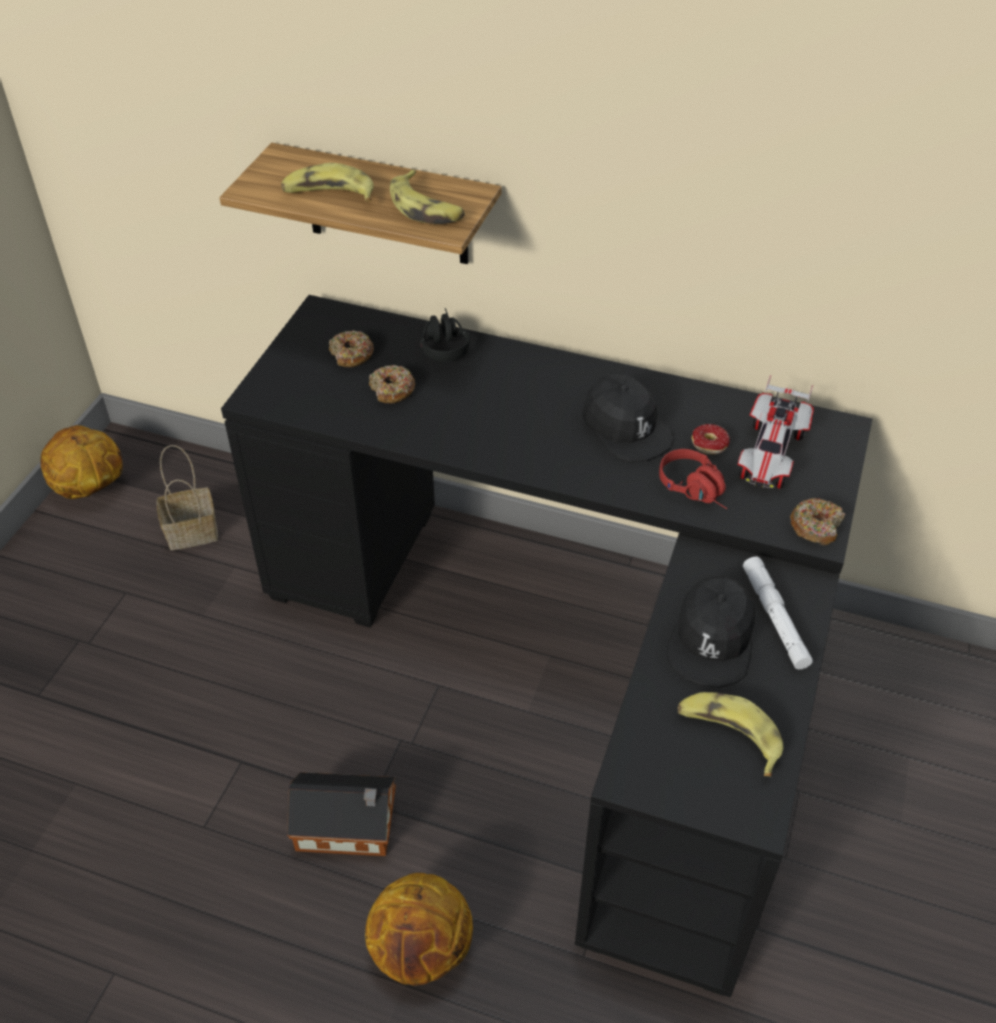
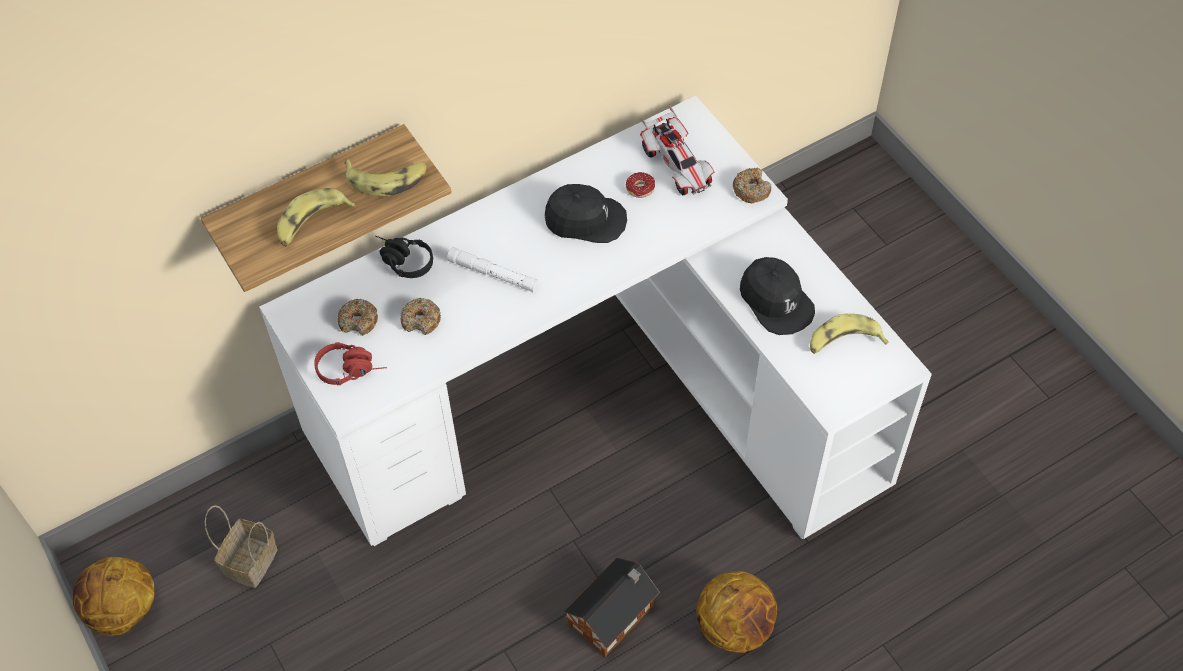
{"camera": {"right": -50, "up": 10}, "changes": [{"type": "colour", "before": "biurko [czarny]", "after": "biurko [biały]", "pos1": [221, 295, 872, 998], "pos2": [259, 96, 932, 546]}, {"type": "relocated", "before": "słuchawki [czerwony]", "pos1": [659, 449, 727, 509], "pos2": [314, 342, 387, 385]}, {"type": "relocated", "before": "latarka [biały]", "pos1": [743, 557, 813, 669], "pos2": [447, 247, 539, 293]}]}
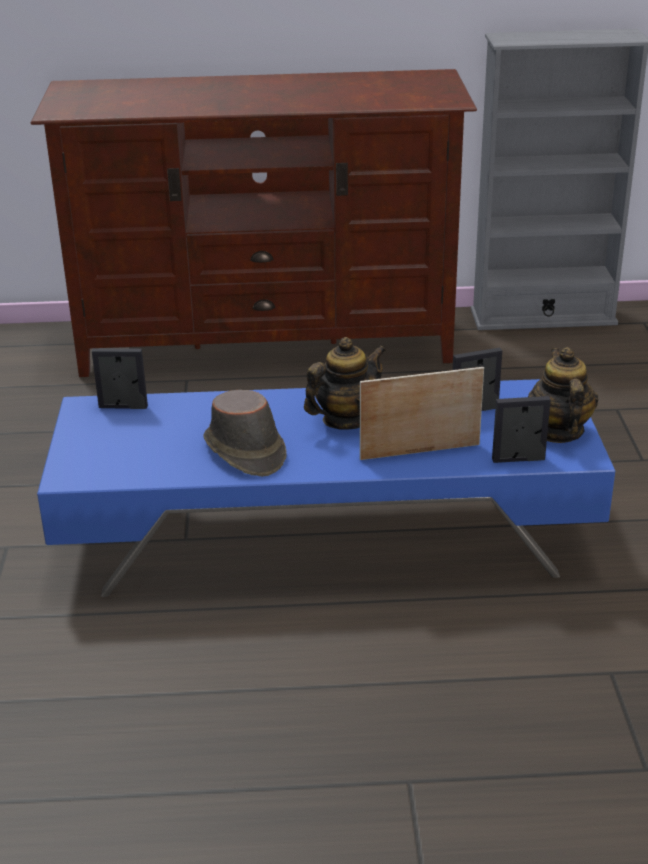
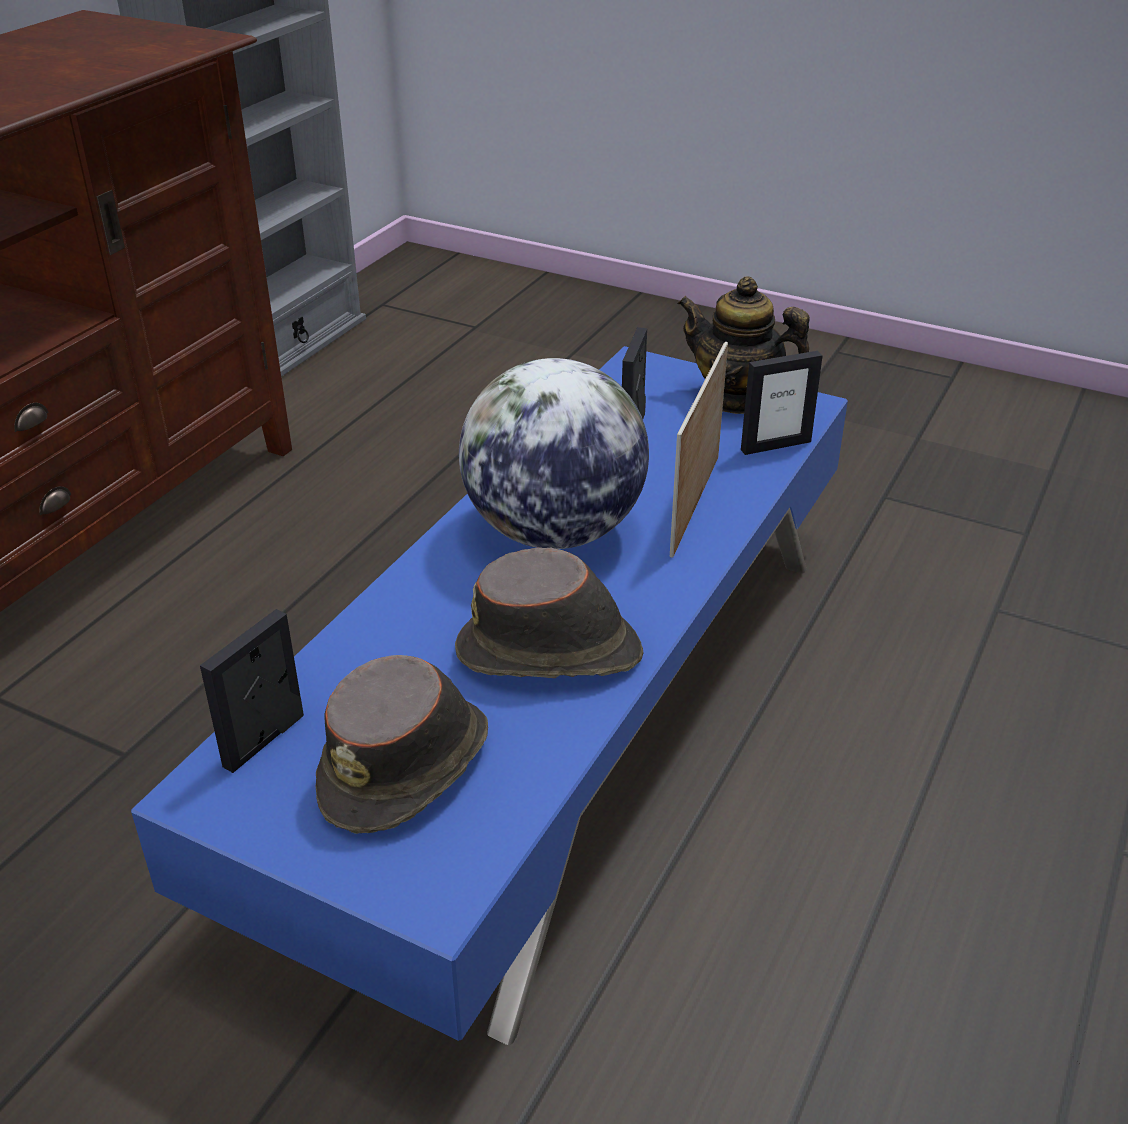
{"camera": {"right": -60, "up": 5}, "changes": [{"type": "exchanged", "before": "imbryk", "after": "globus", "pos1": [304, 337, 386, 430], "pos2": [459, 358, 649, 549]}, {"type": "spun", "before": "ramka na zdjęcie", "pos1": [492, 396, 551, 463], "pos2": [741, 351, 823, 455], "turn": -135}, {"type": "appeared", "after": "kapelusz [brązowy]", "pos2": [316, 655, 488, 834]}]}
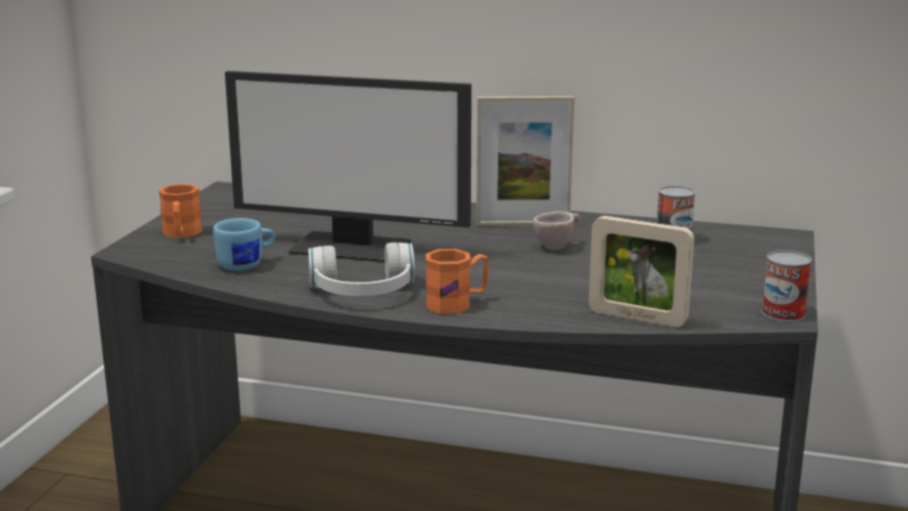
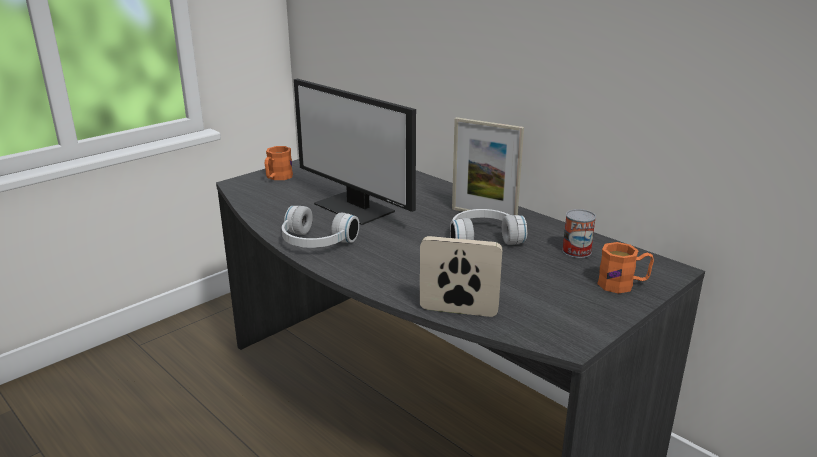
{"camera": {"right": 30, "up": 5}, "changes": [{"type": "missing", "before": "kubek [niebieski]", "pos1": [213, 218, 275, 271]}, {"type": "relocated", "before": "kubek [pomarańczowy]", "pos1": [426, 249, 489, 314], "pos2": [597, 242, 654, 294]}, {"type": "exchanged", "before": "filiżanka [beżowy]", "after": "słuchawki [biały]", "pos1": [533, 212, 580, 250], "pos2": [450, 209, 527, 245]}, {"type": "spun", "before": "ramka na zdjęcie", "pos1": [589, 216, 694, 327], "pos2": [420, 236, 502, 317], "turn": 135}, {"type": "missing", "before": "puszka", "pos1": [761, 250, 812, 322]}]}
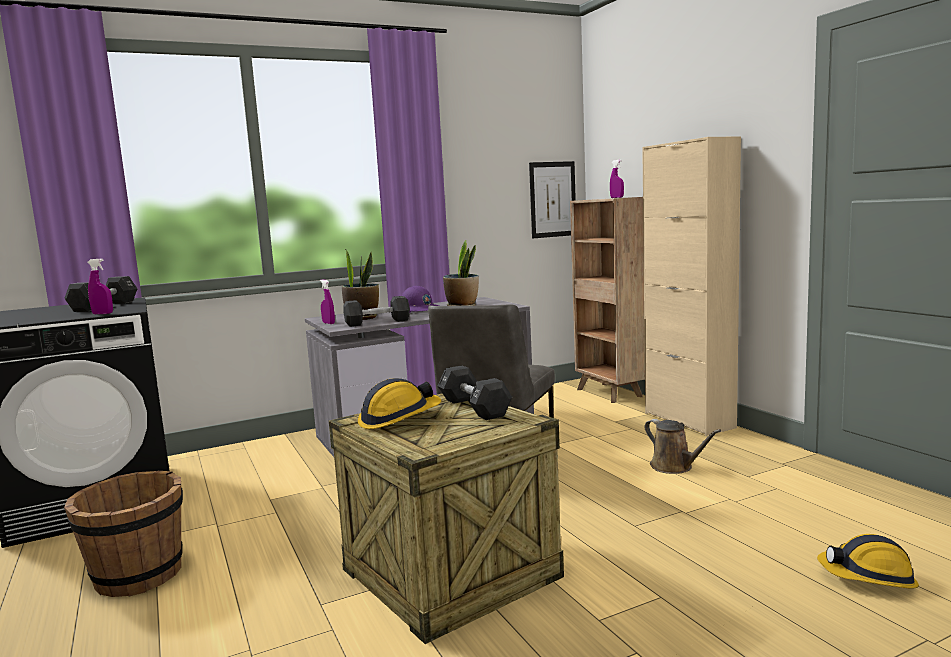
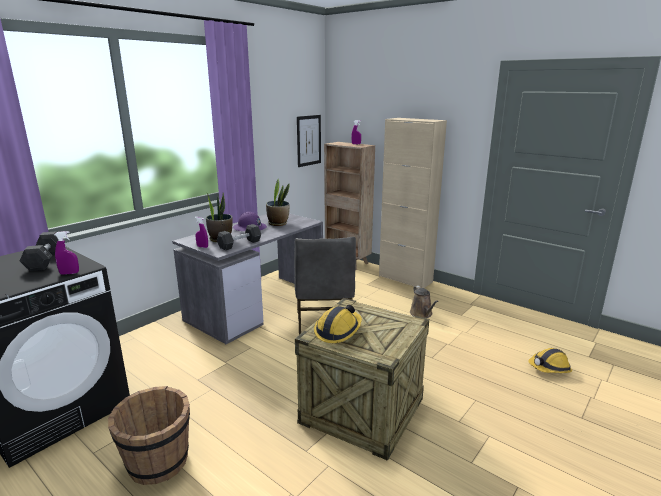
{"camera": {"right": -25, "up": 10}, "changes": [{"type": "missing", "before": "hantel [czarny]", "pos1": [438, 365, 512, 420]}, {"type": "spun", "before": "konewka [brązowy]", "pos1": [644, 419, 721, 474], "pos2": [410, 286, 439, 318], "turn": 45}]}
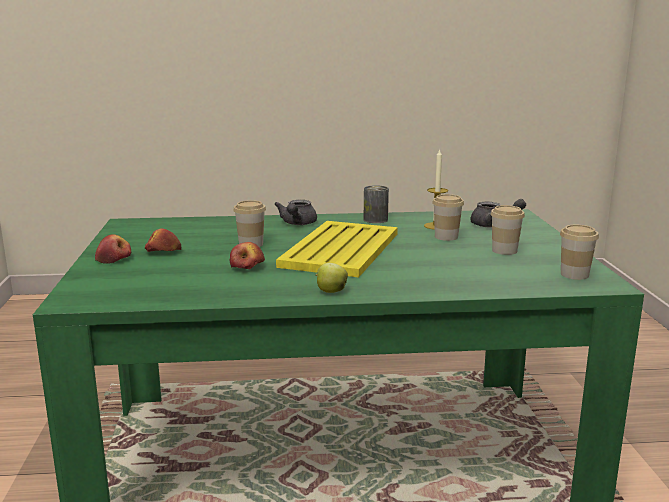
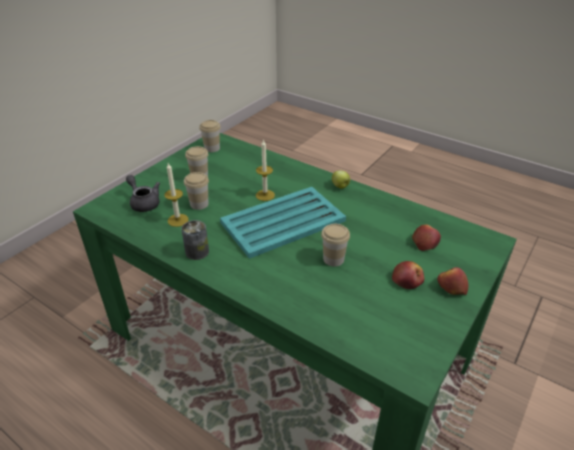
{"camera": {"right": -140, "up": 20}, "changes": [{"type": "relocated", "before": "jabłko", "pos1": [230, 242, 265, 269], "pos2": [412, 225, 441, 251]}, {"type": "missing", "before": "imbryk [szary]", "pos1": [274, 200, 317, 225]}, {"type": "colour", "before": "taca [żółty]", "after": "taca [turkusowy]", "pos1": [276, 221, 398, 277], "pos2": [220, 187, 346, 259]}, {"type": "appeared", "after": "świeca", "pos2": [256, 139, 275, 201]}]}
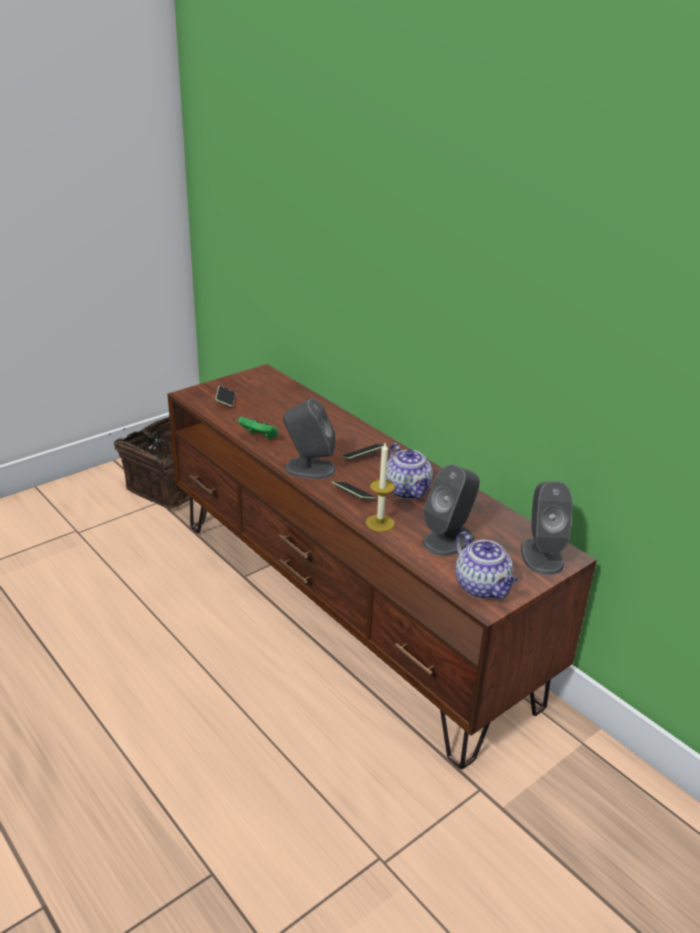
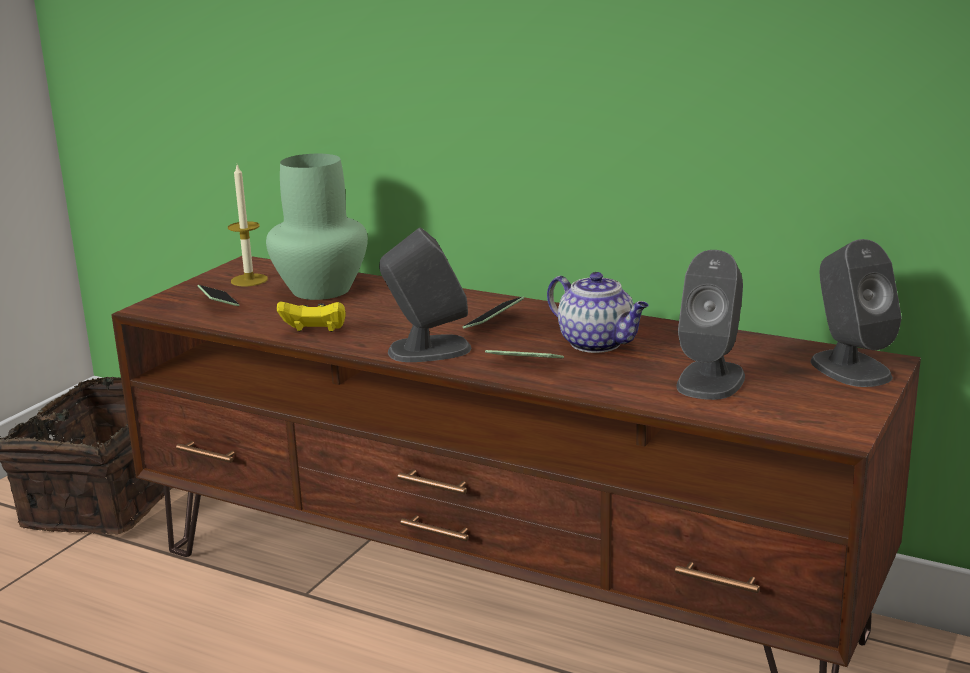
{"camera": {"right": -20, "up": -10}, "changes": [{"type": "colour", "before": "pad do gier [zielony]", "after": "pad do gier [żółty]", "pos1": [238, 416, 278, 440], "pos2": [277, 301, 346, 332]}, {"type": "relocated", "before": "świeca", "pos1": [366, 443, 395, 532], "pos2": [228, 165, 268, 287]}, {"type": "missing", "before": "imbryk", "pos1": [455, 531, 518, 599]}, {"type": "appeared", "after": "wazon [zielony]", "pos2": [266, 154, 368, 300]}]}
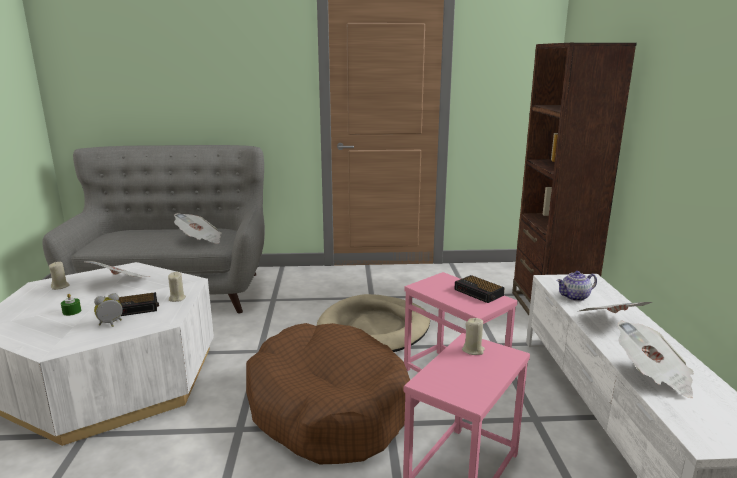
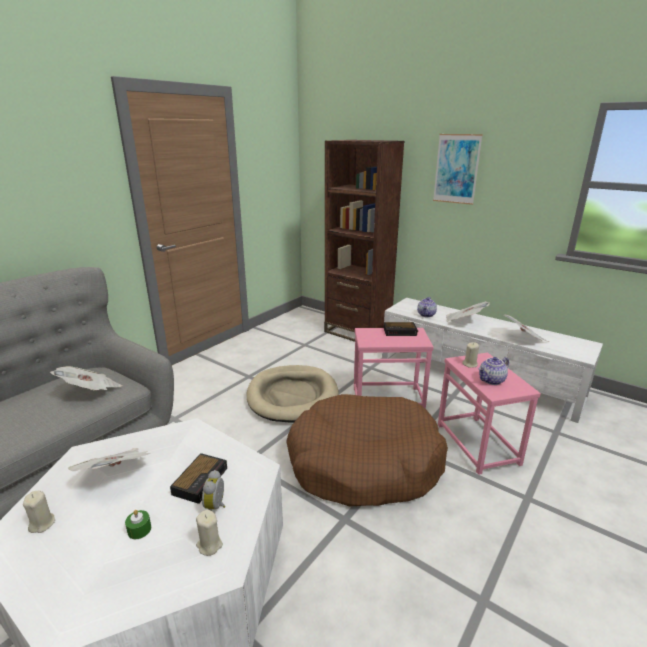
{"camera": {"right": -50, "up": 5}, "changes": [{"type": "relocated", "before": "świeca [beżowy]", "pos1": [168, 272, 186, 302], "pos2": [196, 510, 223, 556]}, {"type": "appeared", "after": "obraz", "pos2": [433, 134, 483, 205]}, {"type": "appeared", "after": "imbryk", "pos2": [479, 357, 509, 385]}]}
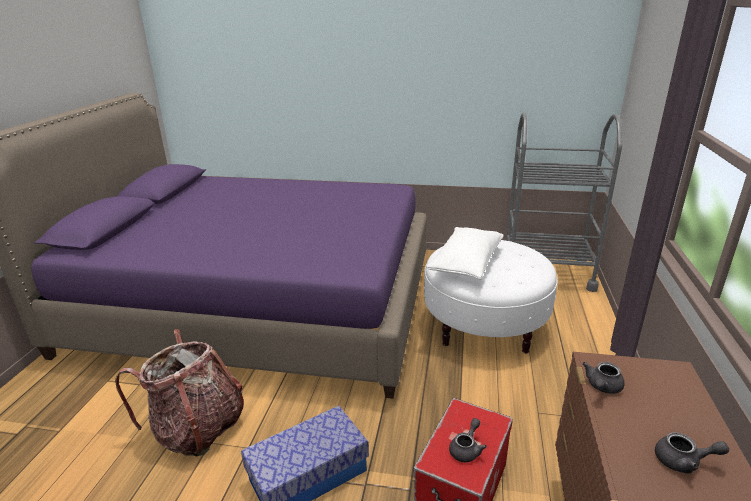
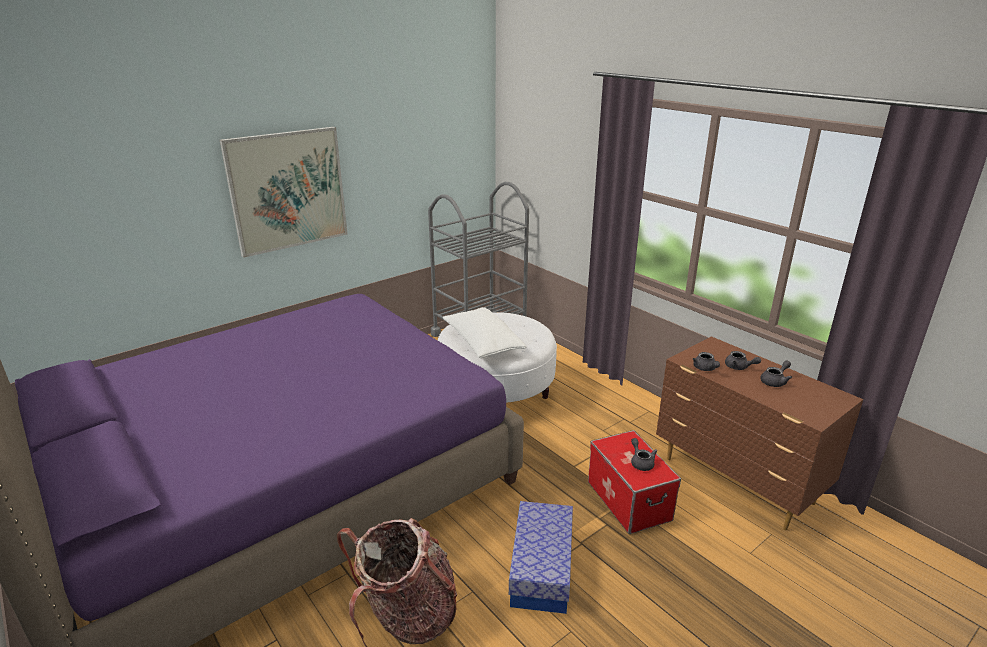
{"camera": {"right": -50, "up": 0}, "changes": [{"type": "appeared", "after": "obraz", "pos2": [220, 127, 348, 258]}, {"type": "appeared", "after": "imbryk [szary]", "pos2": [725, 351, 761, 370]}]}
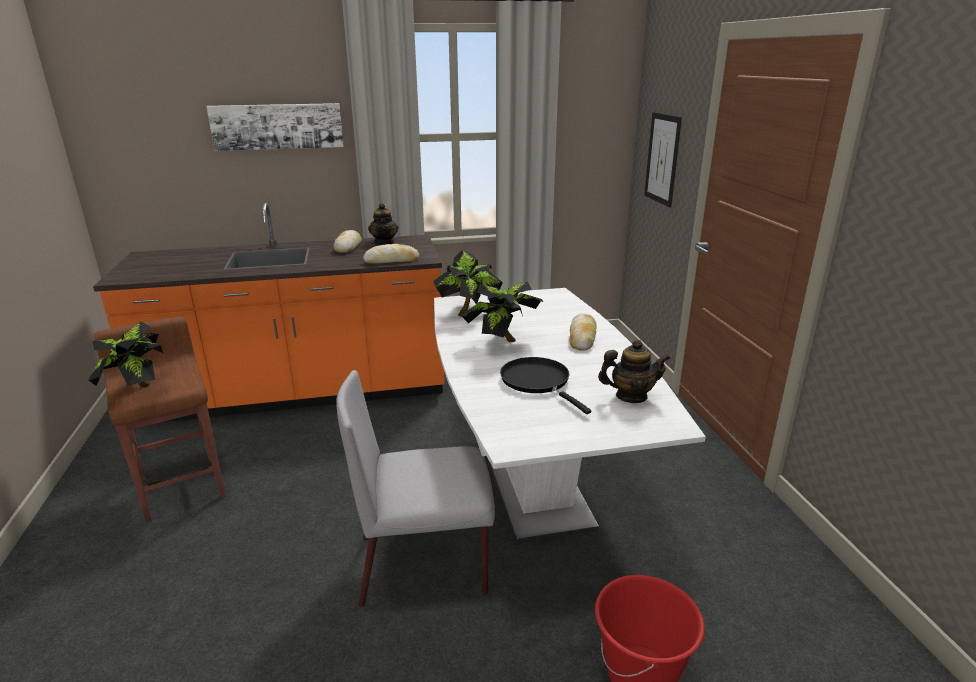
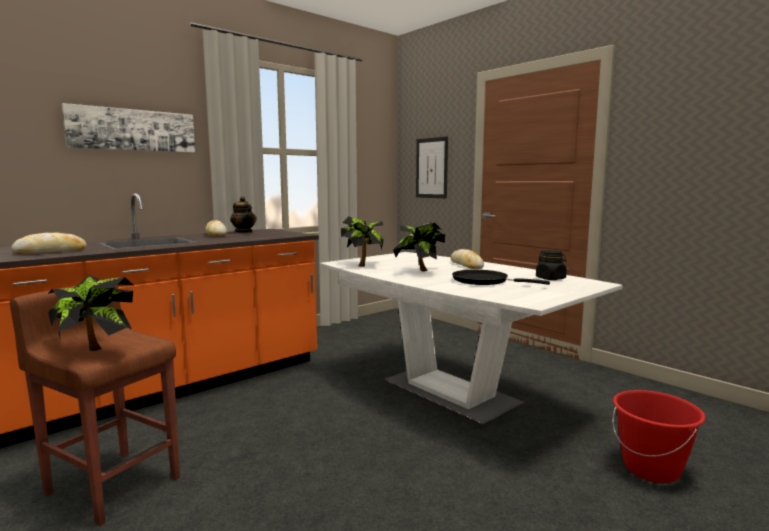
{"camera": {"right": -30, "up": -15}, "changes": [{"type": "missing", "before": "krzesło [szary]", "pos1": [336, 370, 495, 608]}, {"type": "relocated", "before": "chleb", "pos1": [363, 244, 419, 264], "pos2": [11, 232, 87, 254]}, {"type": "exchanged", "before": "imbryk", "after": "słoik [czarny]", "pos1": [598, 339, 671, 403], "pos2": [536, 250, 567, 280]}]}
